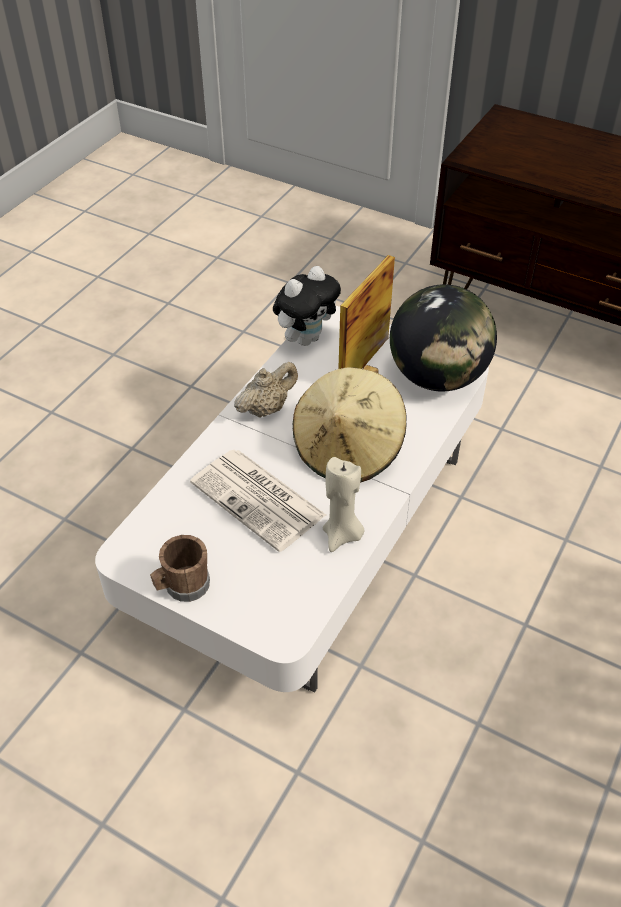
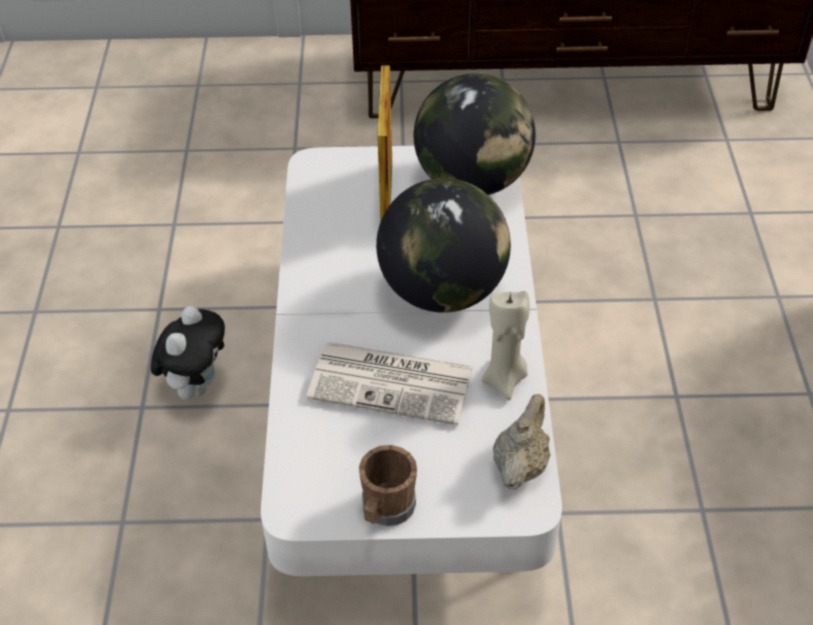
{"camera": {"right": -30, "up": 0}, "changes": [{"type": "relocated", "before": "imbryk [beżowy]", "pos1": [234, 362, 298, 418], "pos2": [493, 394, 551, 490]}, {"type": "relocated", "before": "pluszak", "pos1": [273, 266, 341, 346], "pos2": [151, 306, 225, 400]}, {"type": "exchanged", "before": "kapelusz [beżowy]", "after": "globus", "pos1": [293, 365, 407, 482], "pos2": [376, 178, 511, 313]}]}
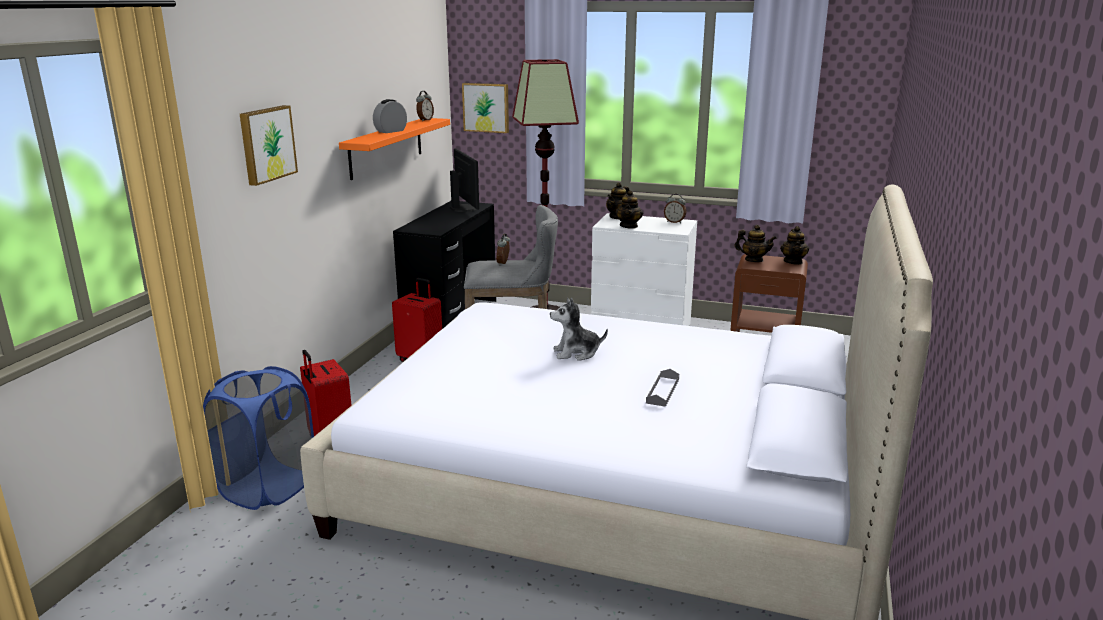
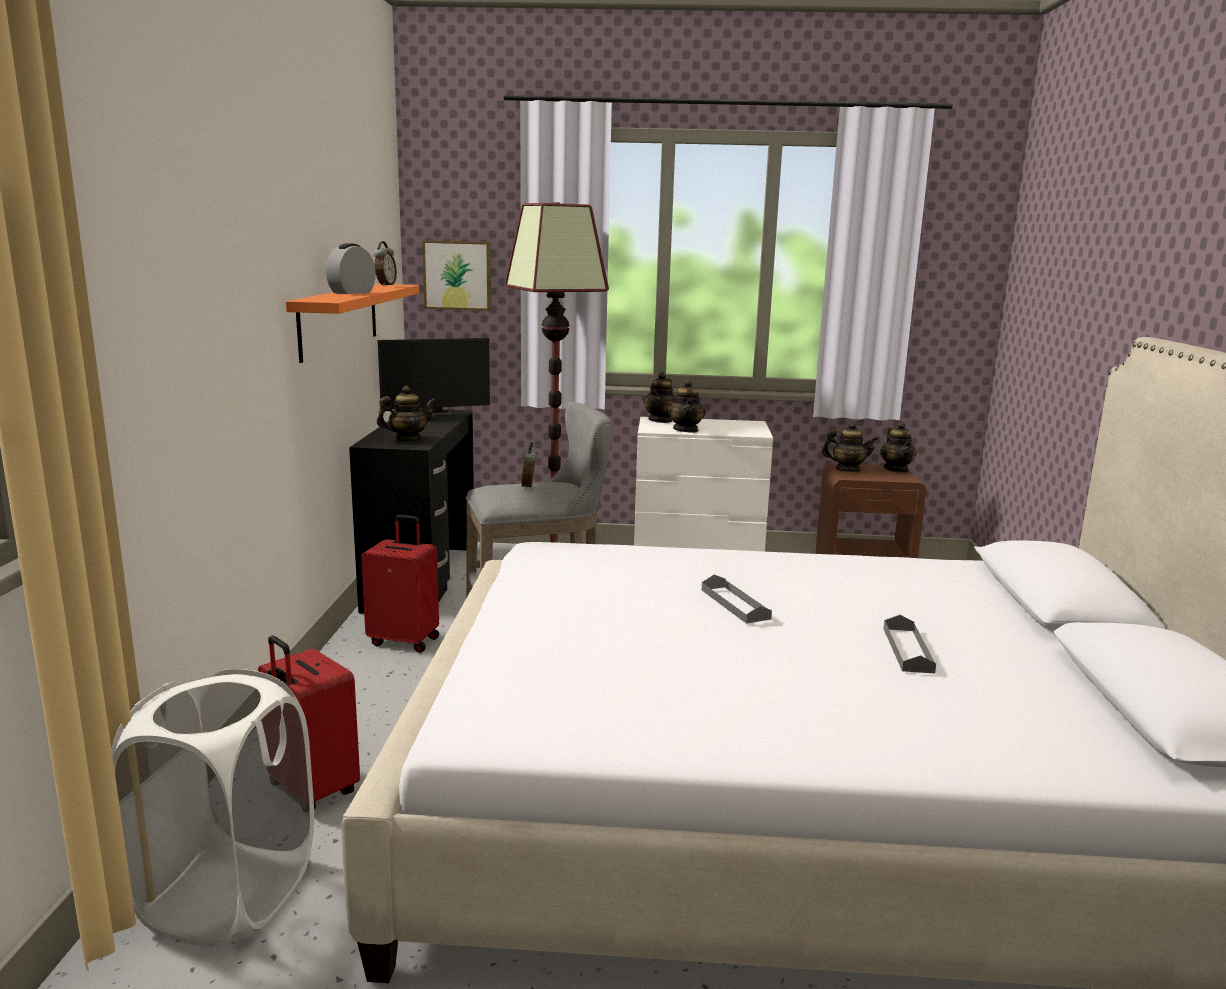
{"camera": {"right": -15, "up": -5}, "changes": [{"type": "colour", "before": "kosz na pranie [niebieski]", "after": "kosz na pranie [biały]", "pos1": [203, 366, 314, 510], "pos2": [112, 669, 314, 945]}, {"type": "missing", "before": "obraz", "pos1": [240, 105, 298, 186]}, {"type": "spun", "before": "monitor", "pos1": [450, 148, 479, 212], "pos2": [378, 338, 490, 420], "turn": 105}, {"type": "exchanged", "before": "pluszak", "after": "taca [szary]", "pos1": [550, 298, 608, 361], "pos2": [702, 575, 772, 623]}, {"type": "missing", "before": "budzik", "pos1": [664, 194, 686, 223]}, {"type": "appeared", "after": "imbryk", "pos2": [377, 386, 436, 441]}]}
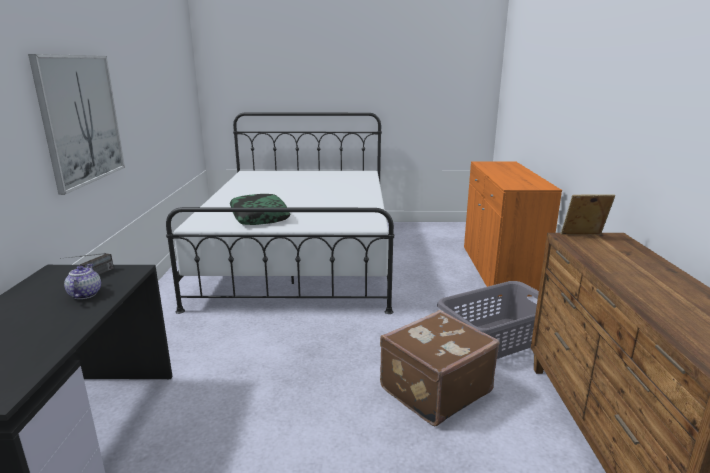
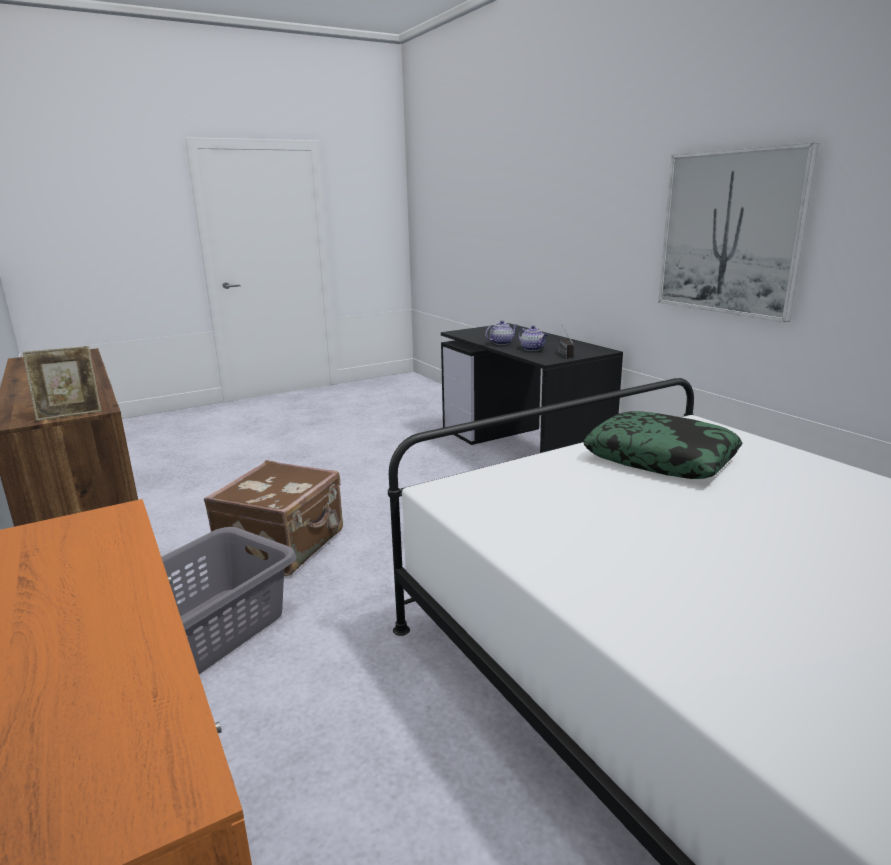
{"camera": {"right": 150, "up": 0}, "changes": [{"type": "appeared", "after": "imbryk", "pos2": [485, 321, 517, 345]}]}
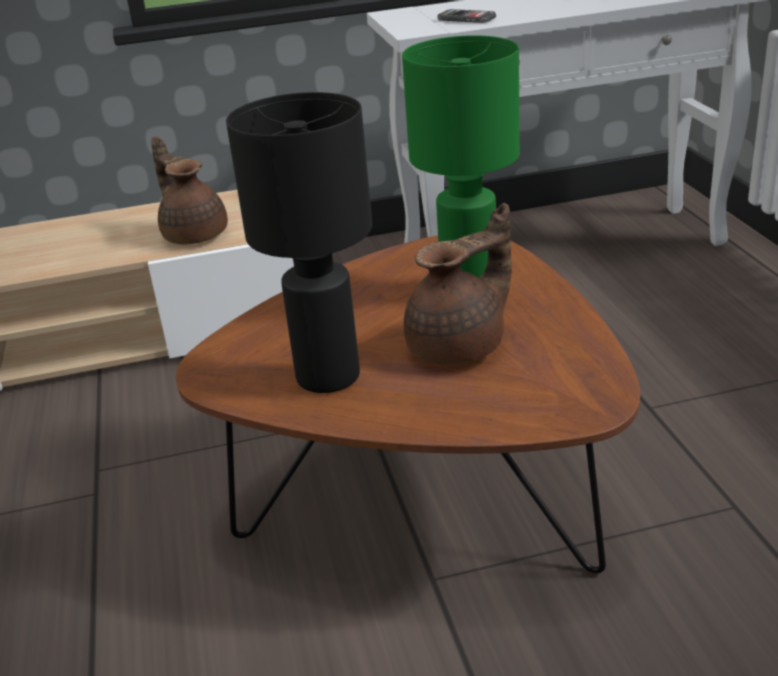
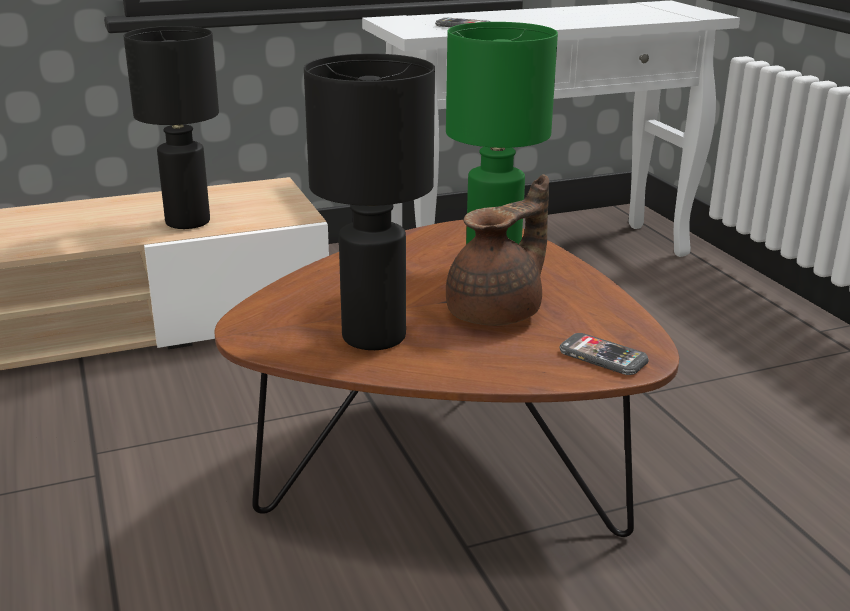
{"camera": {"right": -10, "up": -5}, "changes": [{"type": "exchanged", "before": "imbryk [brązowy]", "after": "lampa stołowa [czarny]", "pos1": [151, 136, 228, 244], "pos2": [124, 26, 219, 229]}, {"type": "appeared", "after": "telefon", "pos2": [559, 333, 649, 375]}]}
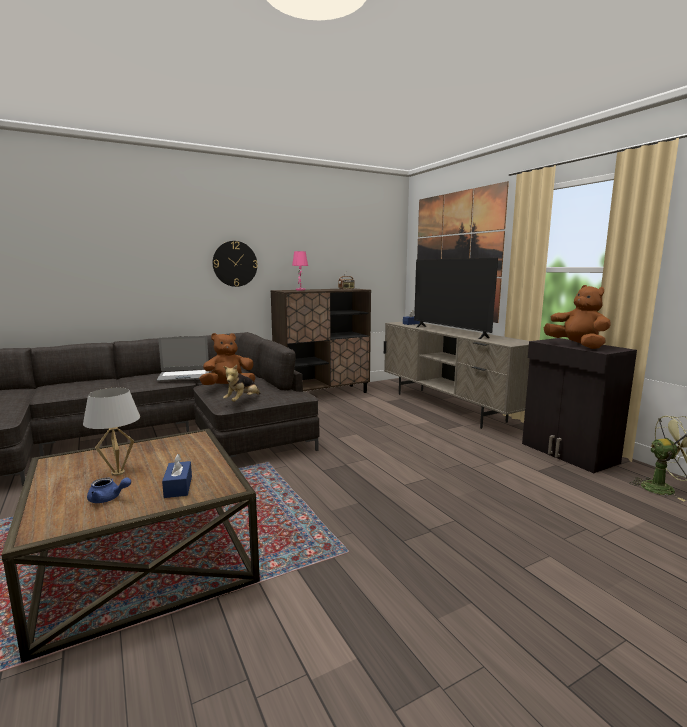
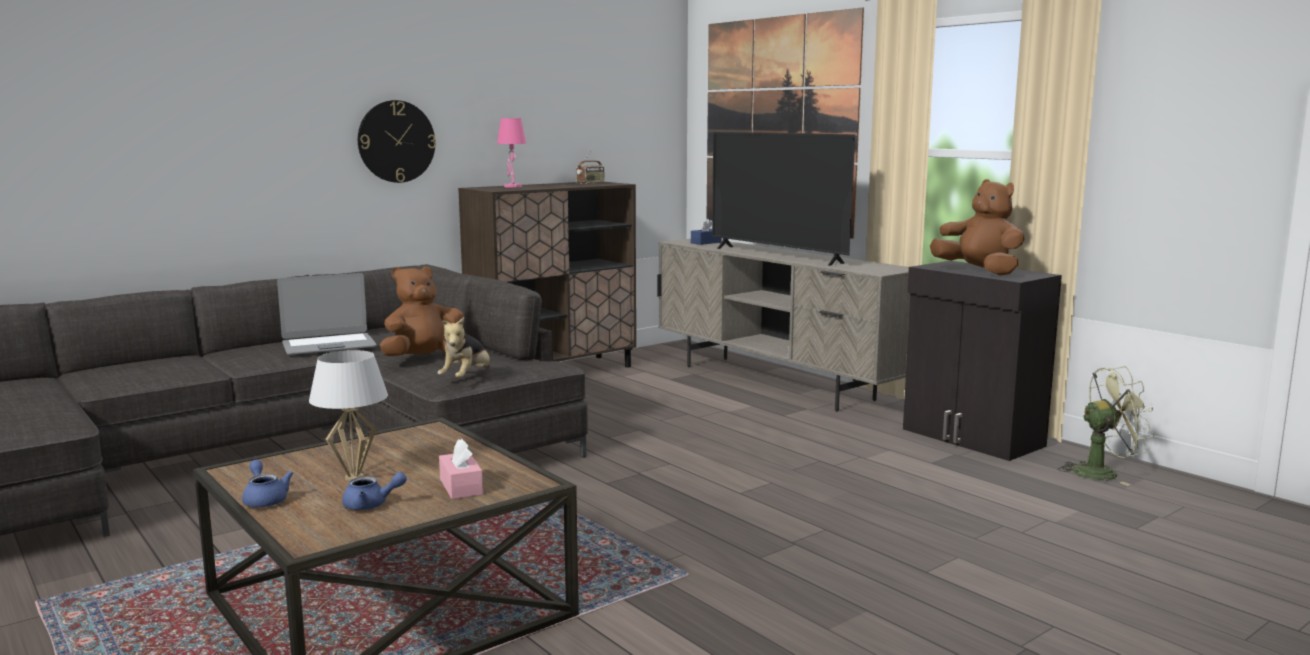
{"camera": {"right": -10, "up": 0}, "changes": [{"type": "colour", "before": "pudełko chusteczek [niebieski]", "after": "pudełko chusteczek [różowy]", "pos1": [162, 454, 192, 498], "pos2": [439, 438, 483, 499]}, {"type": "appeared", "after": "imbryk [niebieski]", "pos2": [242, 460, 293, 507]}]}
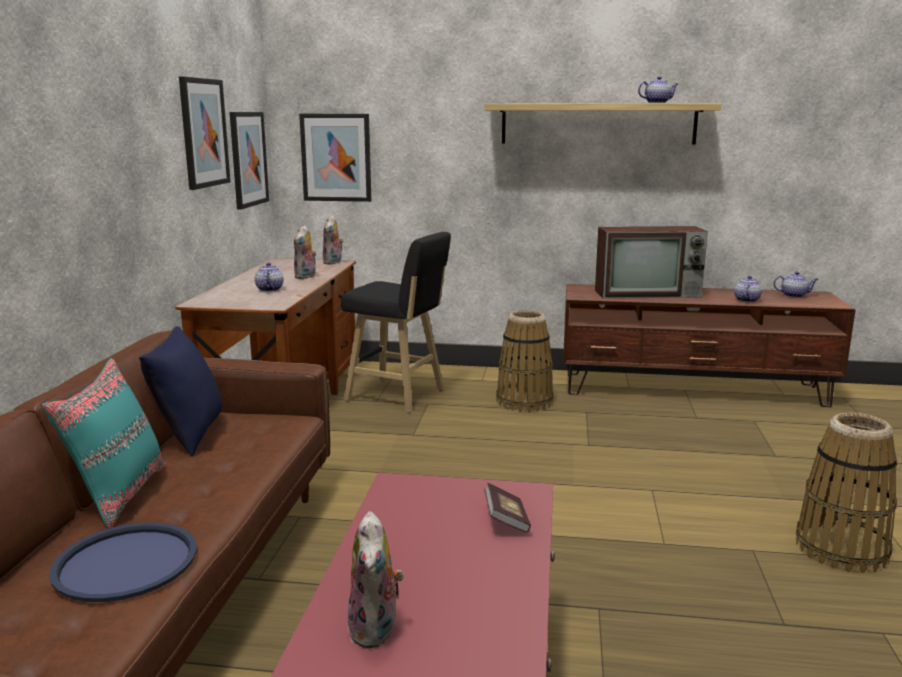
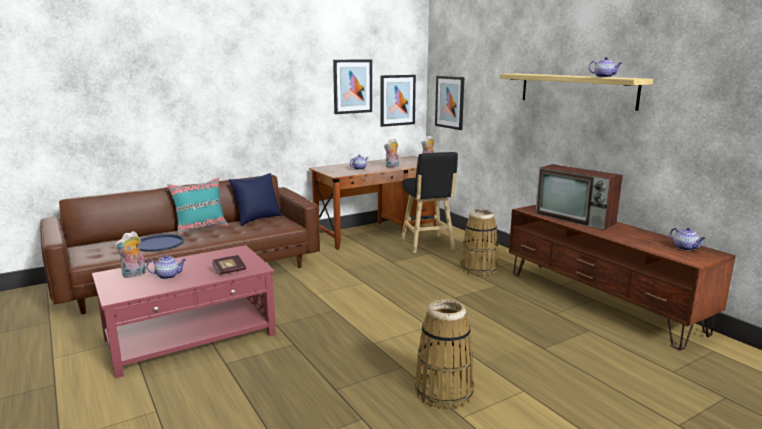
{"camera": {"right": 50, "up": 0}, "changes": [{"type": "relocated", "before": "imbryk", "pos1": [734, 276, 762, 302], "pos2": [146, 255, 186, 279]}]}
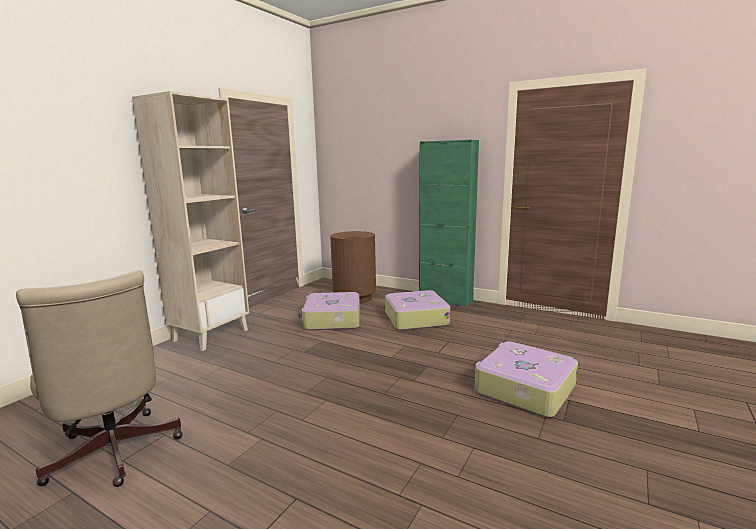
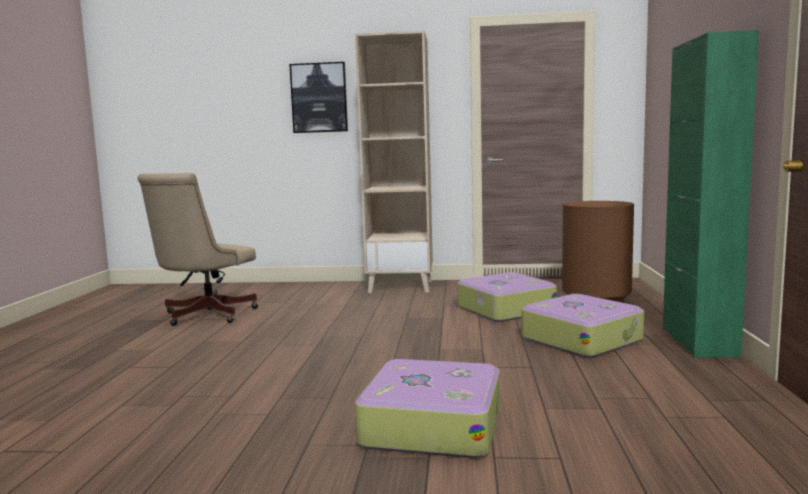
{"camera": {"right": 65, "up": -5}, "changes": [{"type": "appeared", "after": "obraz", "pos2": [289, 62, 348, 133]}]}
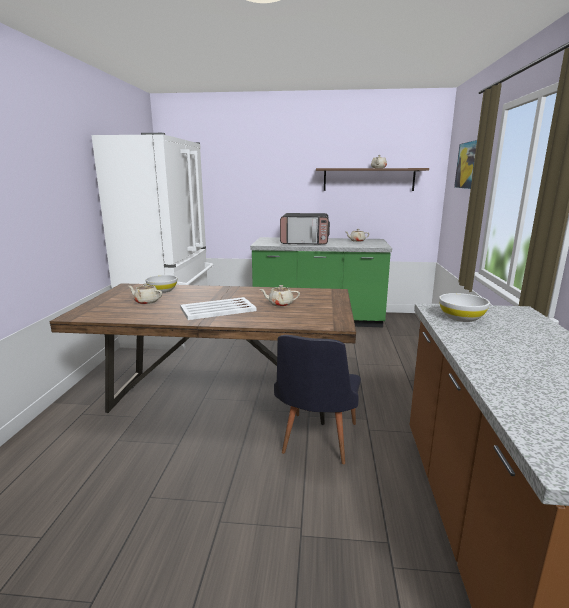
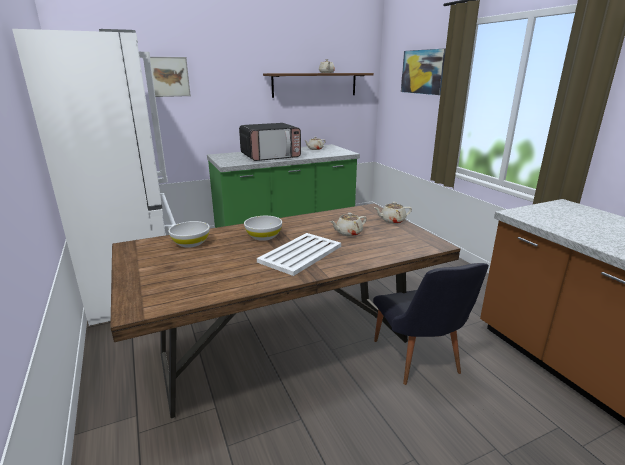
{"camera": {"right": -30, "up": 5}, "changes": [{"type": "relocated", "before": "imbryk [beżowy]", "pos1": [128, 283, 162, 304], "pos2": [374, 202, 412, 224]}, {"type": "relocated", "before": "miska [biały]", "pos1": [439, 293, 490, 322], "pos2": [244, 216, 282, 241]}, {"type": "appeared", "after": "obraz", "pos2": [150, 57, 191, 97]}]}
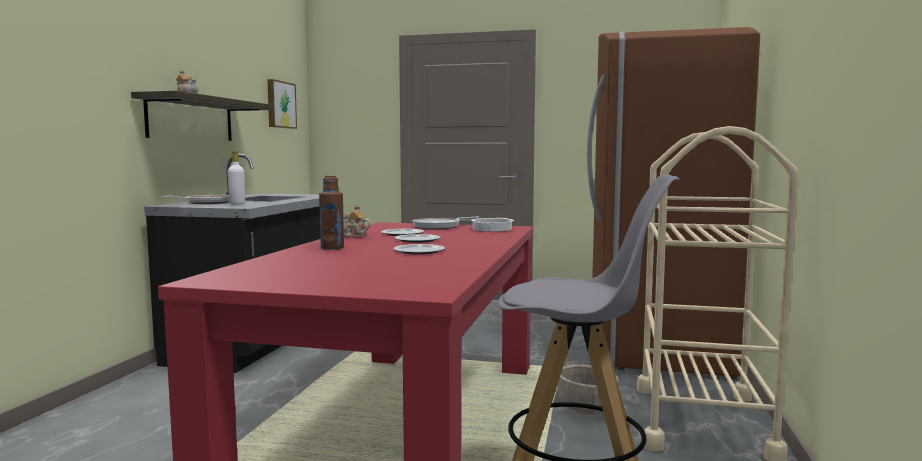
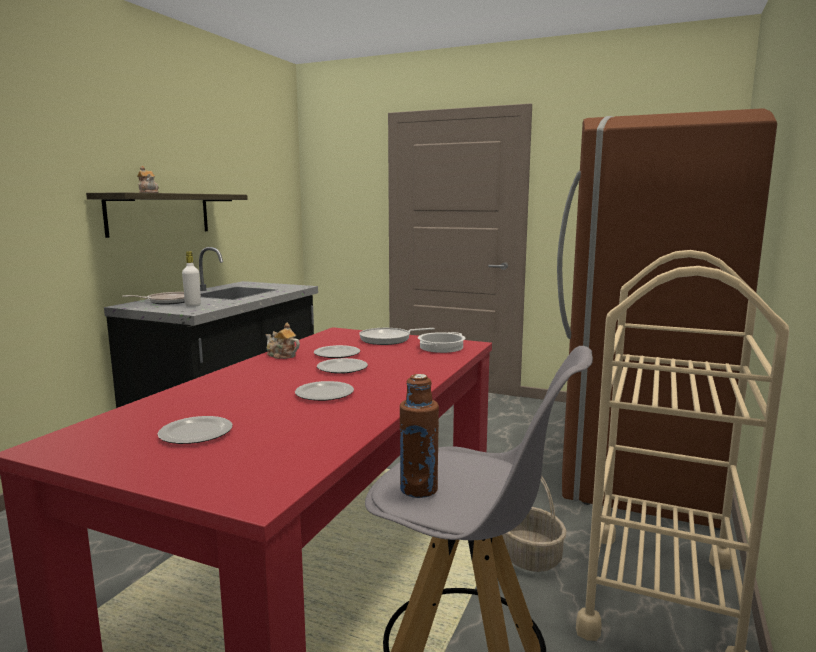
{"camera": {"right": 10, "up": 5}, "changes": [{"type": "missing", "before": "obraz", "pos1": [267, 79, 297, 129]}, {"type": "relocated", "before": "butelka [brązowy]", "pos1": [319, 175, 344, 250], "pos2": [400, 374, 439, 498]}, {"type": "appeared", "after": "talerz", "pos2": [157, 416, 232, 444]}]}
